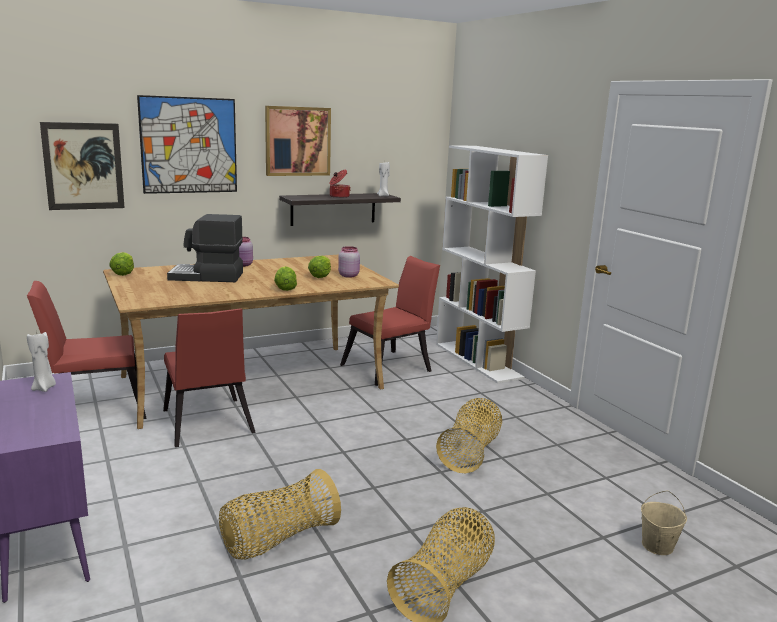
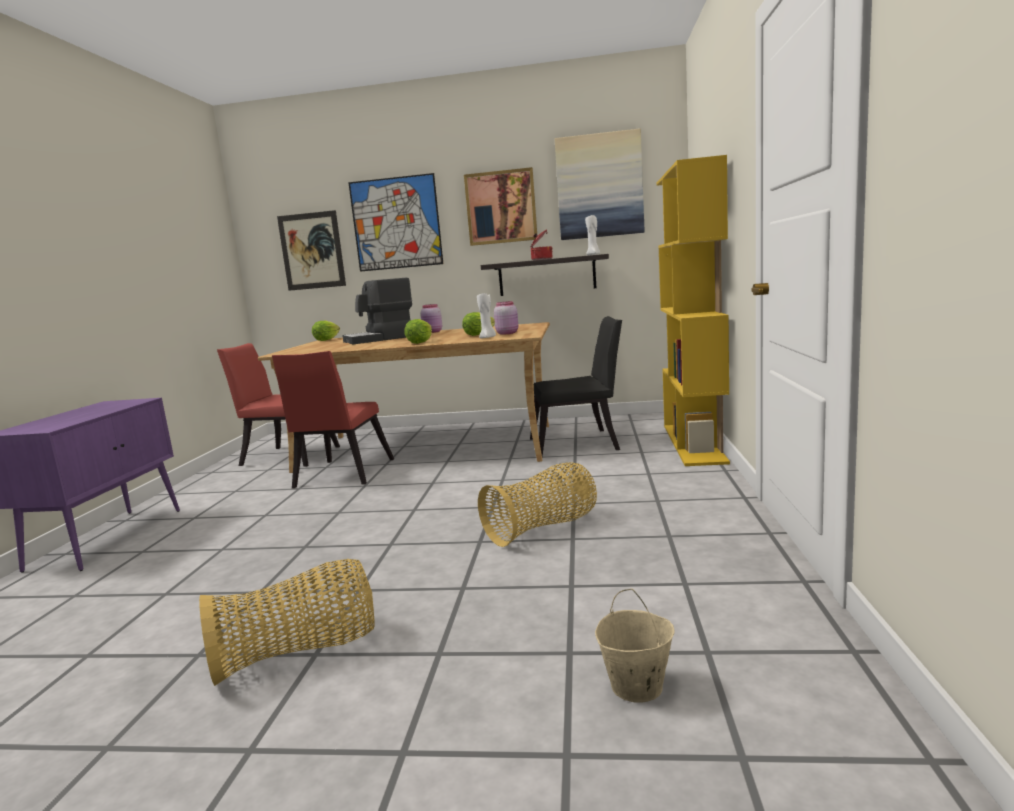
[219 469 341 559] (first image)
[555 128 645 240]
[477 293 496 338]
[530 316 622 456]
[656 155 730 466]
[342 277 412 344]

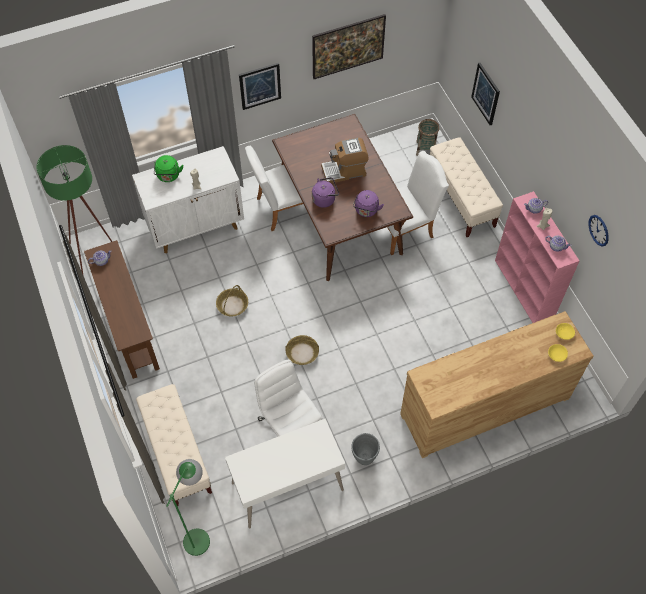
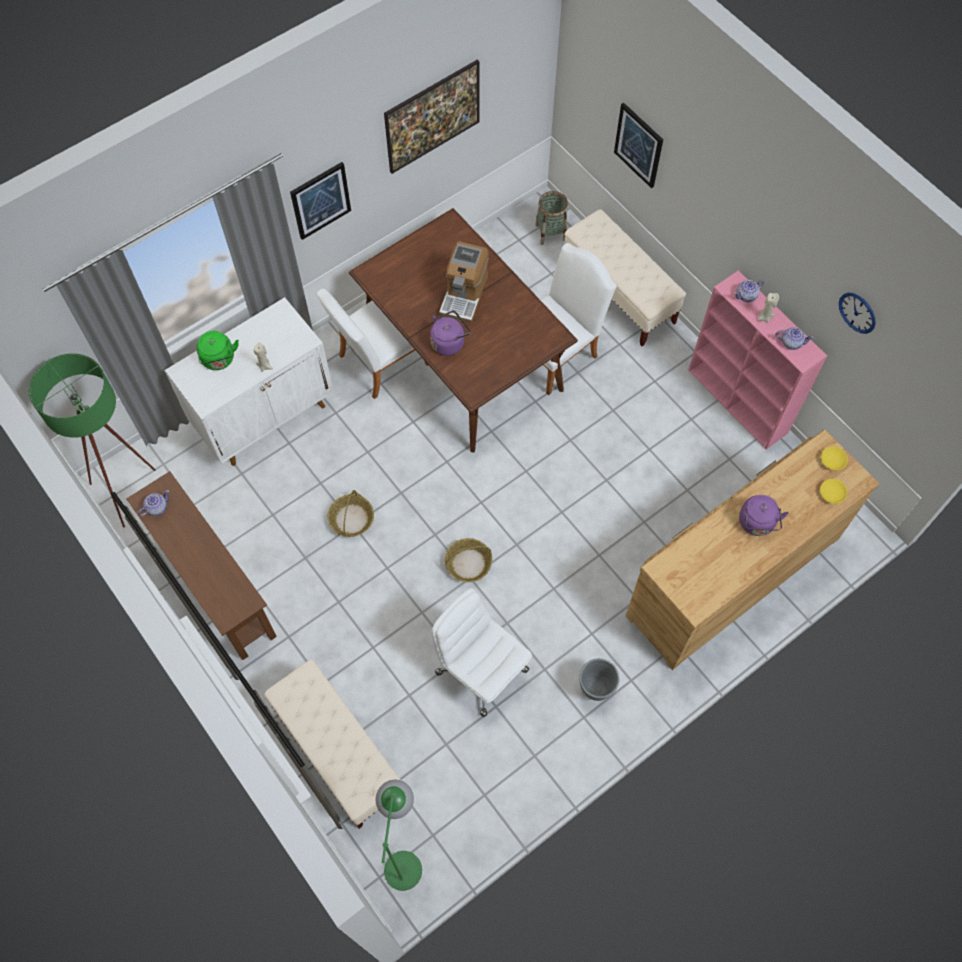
[225 419 345 529] (first image)
[739 495 789 536]
[439 241 489 324]

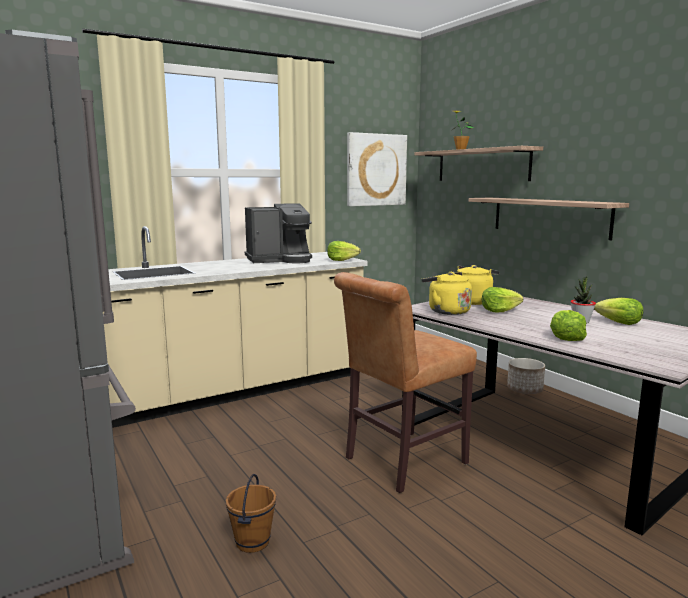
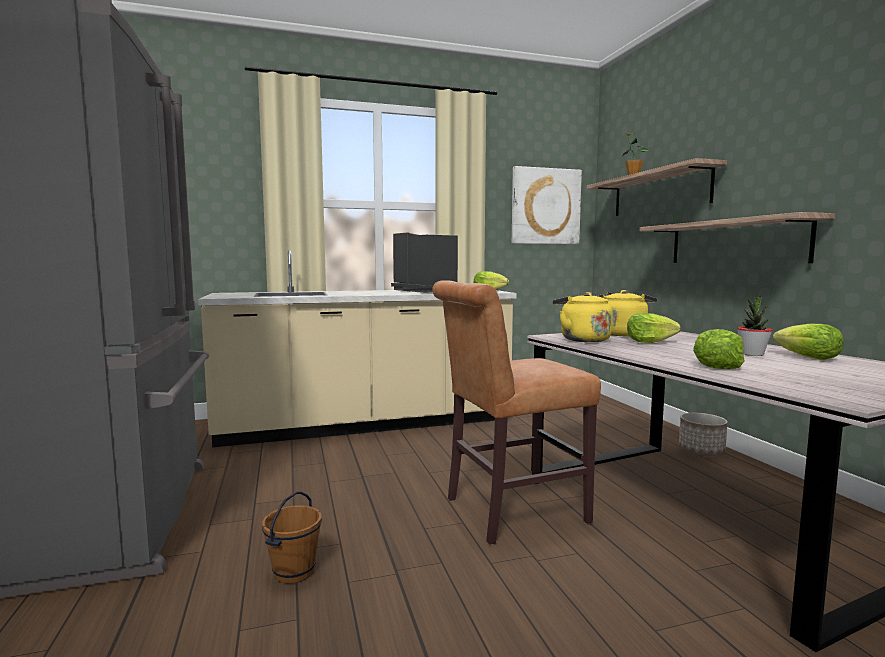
[391 232 458 293]

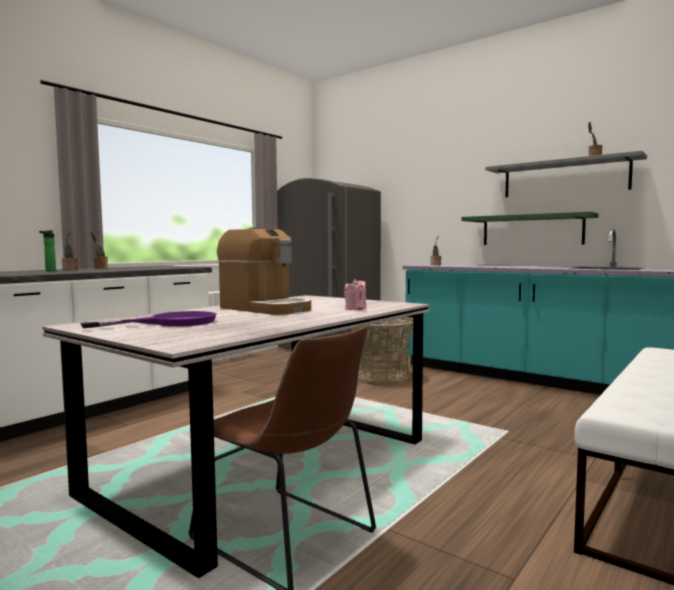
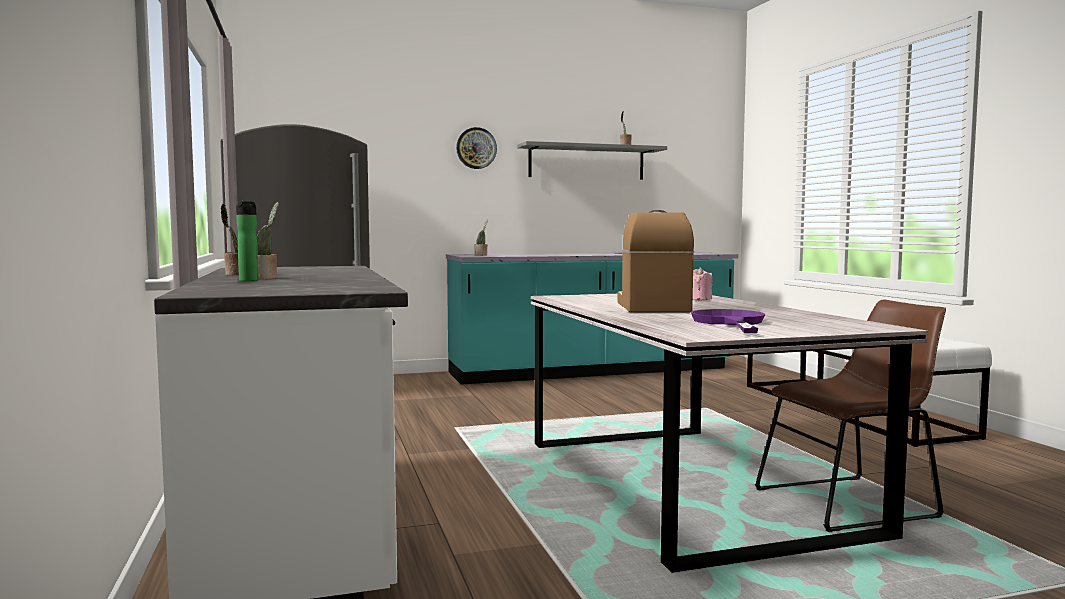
[351 317 413 385] (first image)
[462 211 598 245] (first image)
[456 127 497 169]
[617 210 694 312]

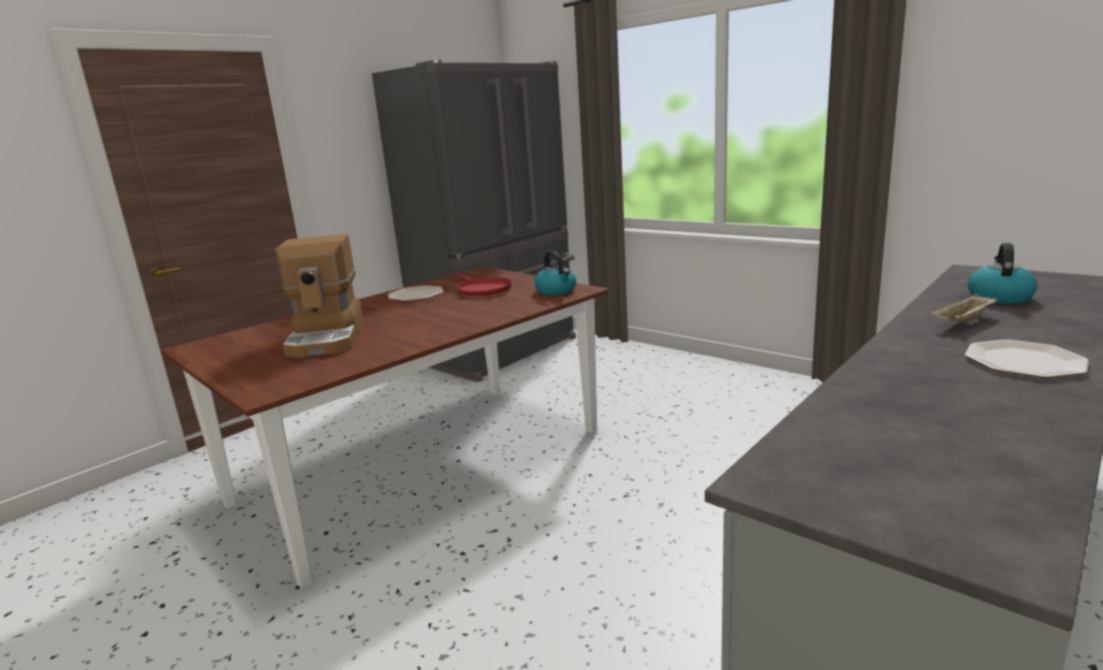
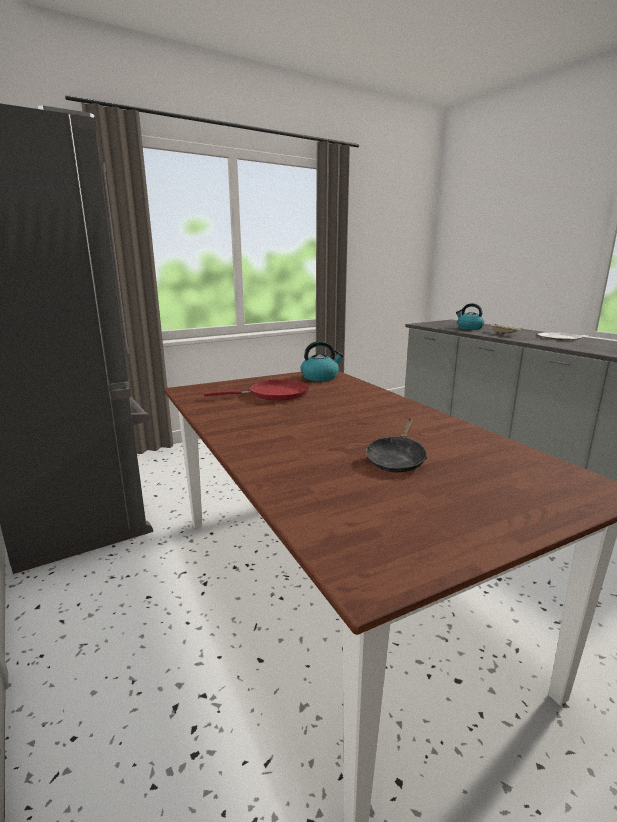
[388 285 443 301] (first image)
[366 418 428 473]

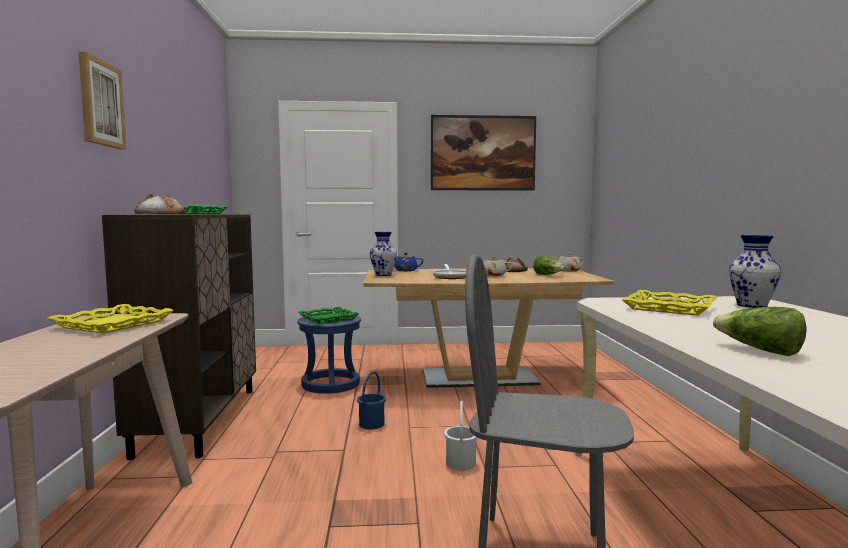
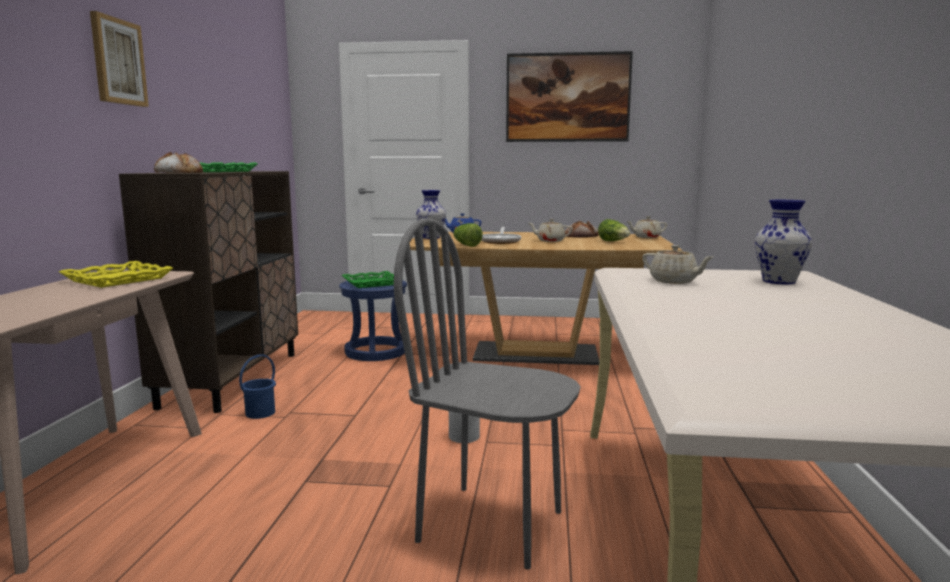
[239 354 276 419]
[453 223 483 247]
[642 245 713 284]

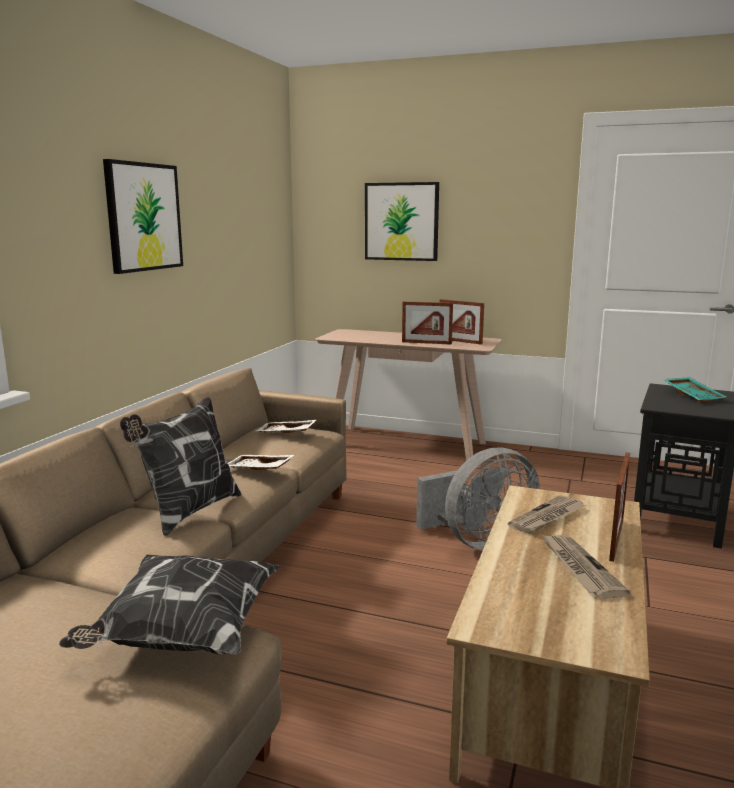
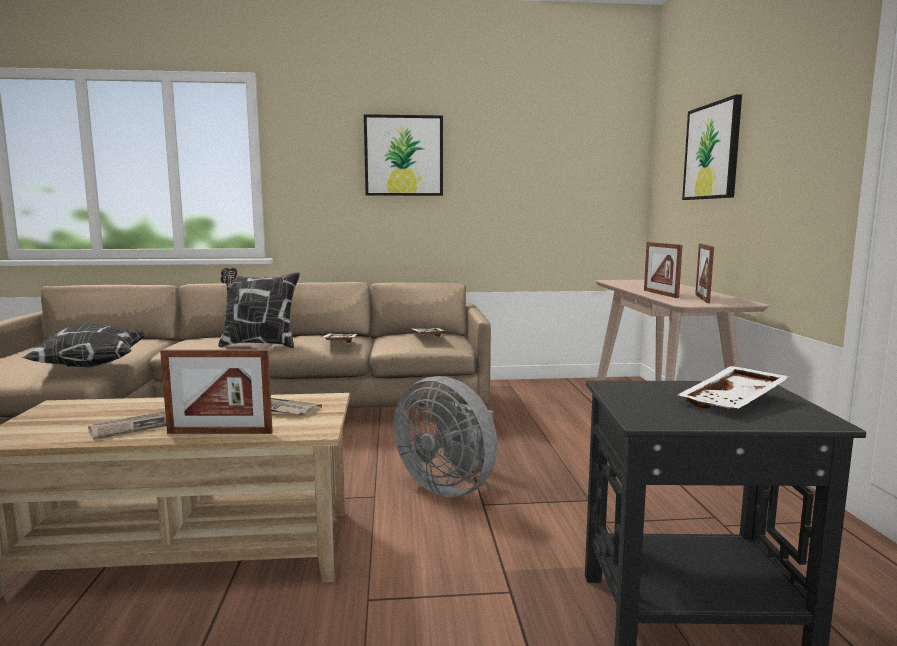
[678 366 790 409]

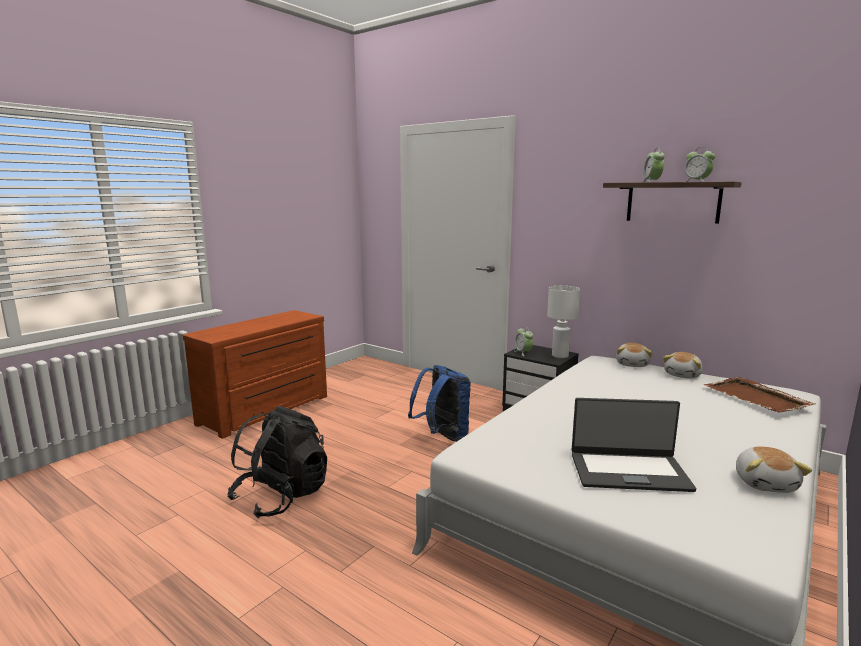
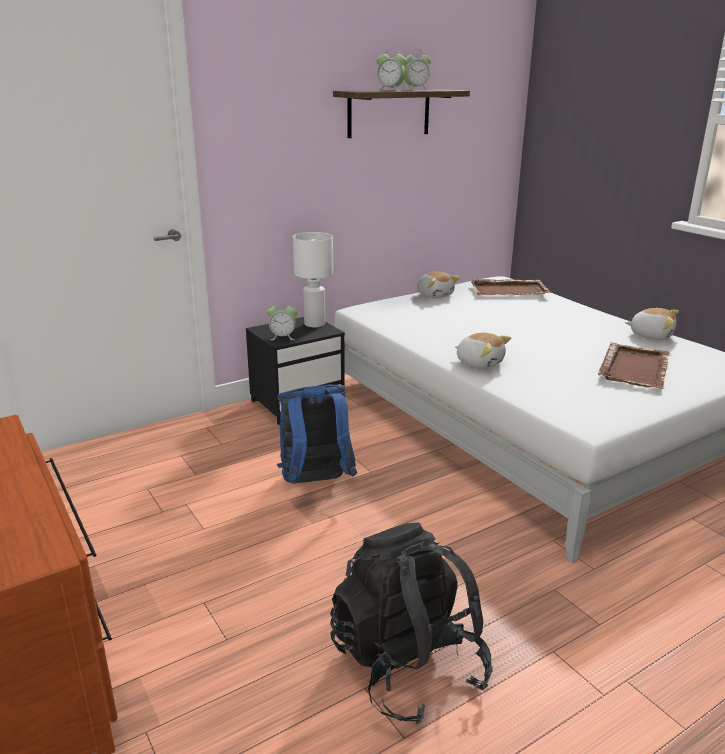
[455 333 511 369]
[598 342 669 389]

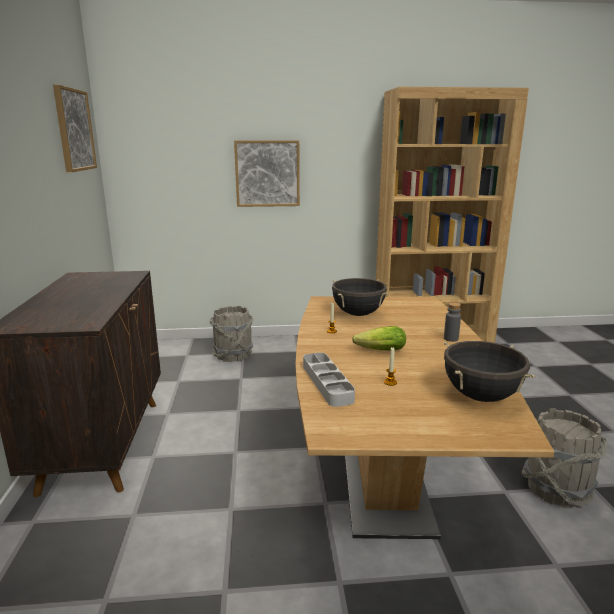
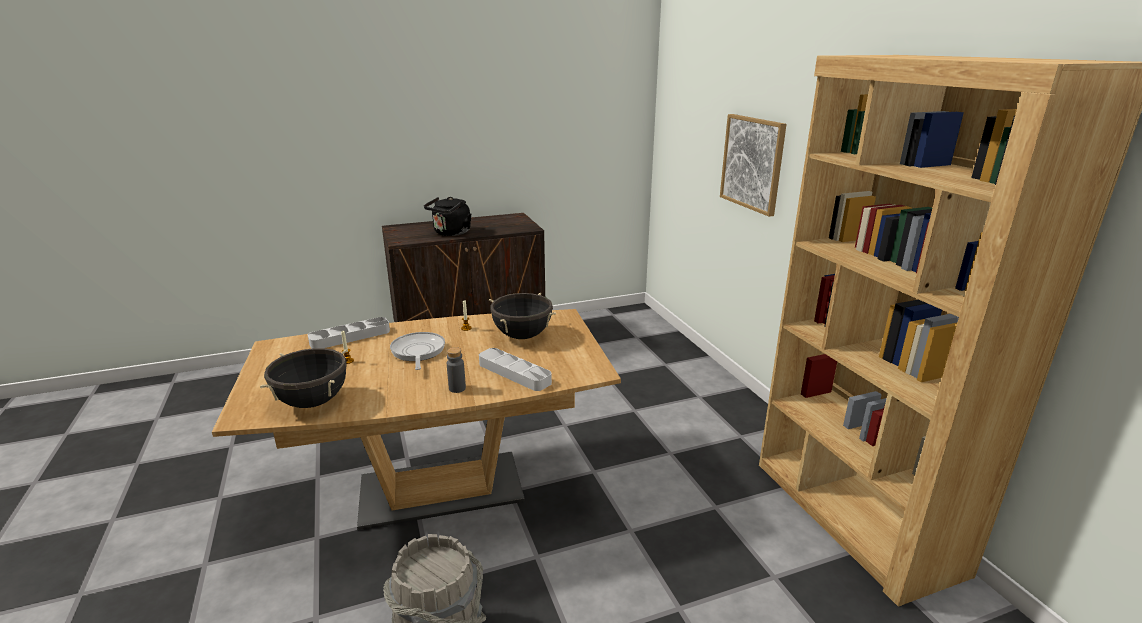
[53 85 97 172] (first image)
[210 305 253 362] (first image)
[424 197 471 236]
[479 348 552 391]
[390 332 445 370]

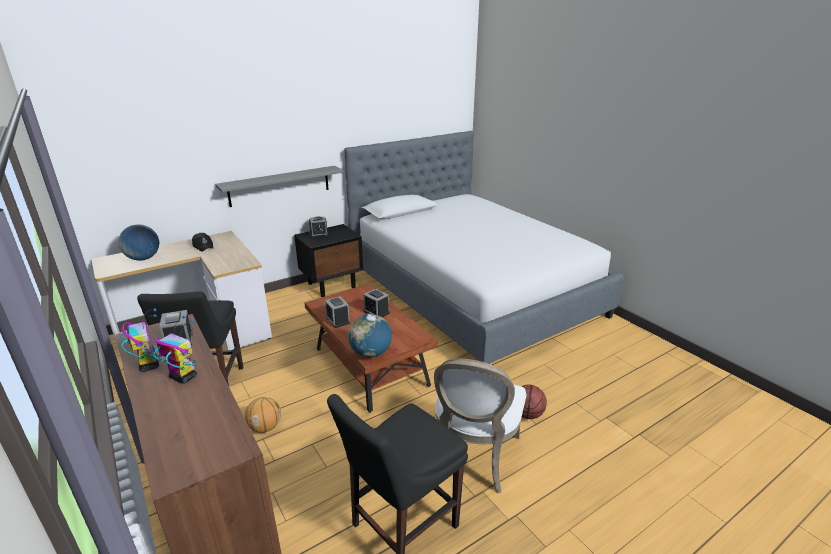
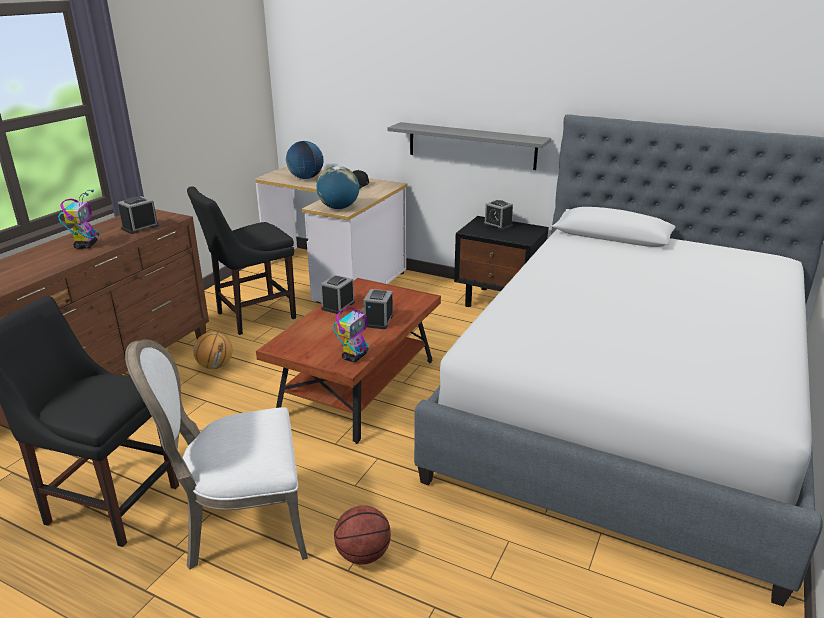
[333 305 371 362]
[316 166 359 209]

